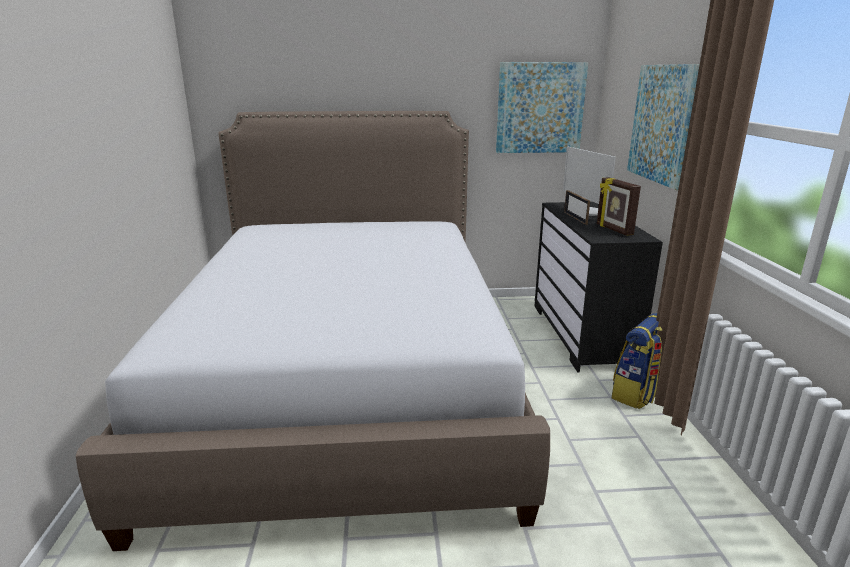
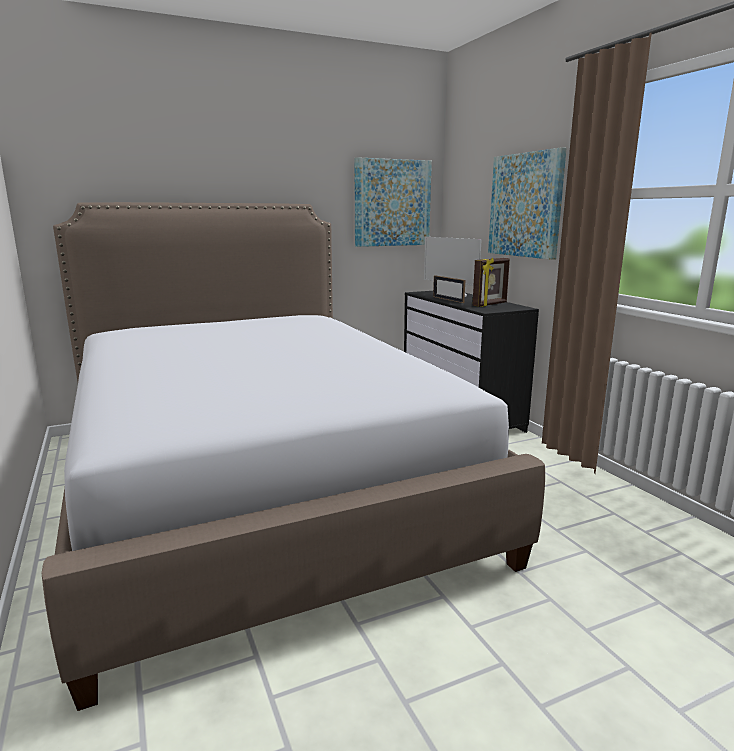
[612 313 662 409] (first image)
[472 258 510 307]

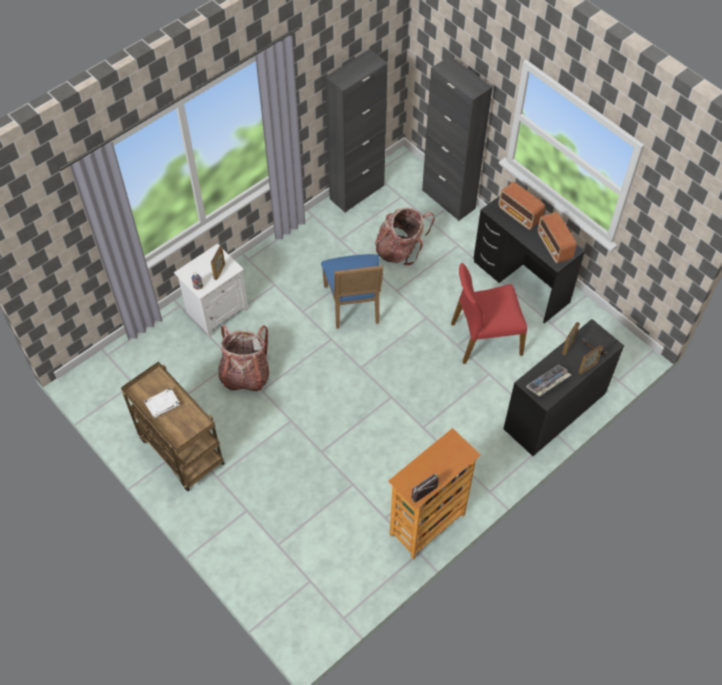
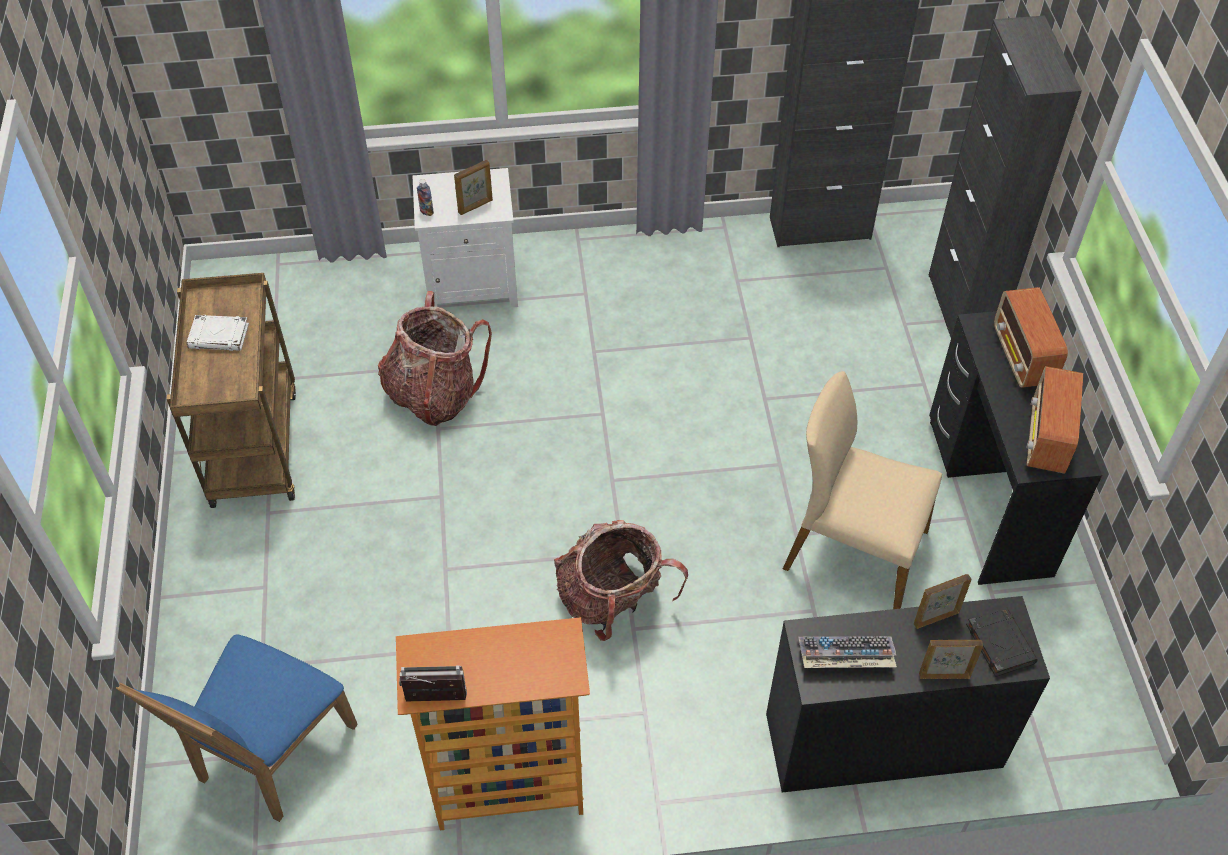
[116 634 358 822]
[554 520 688 641]
[783 371 942 609]

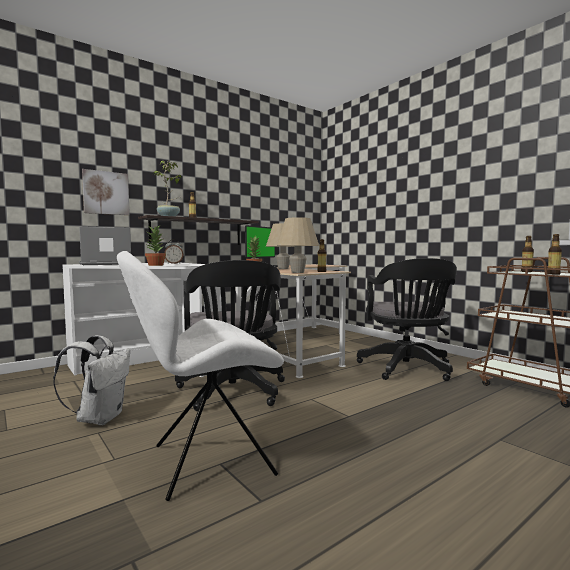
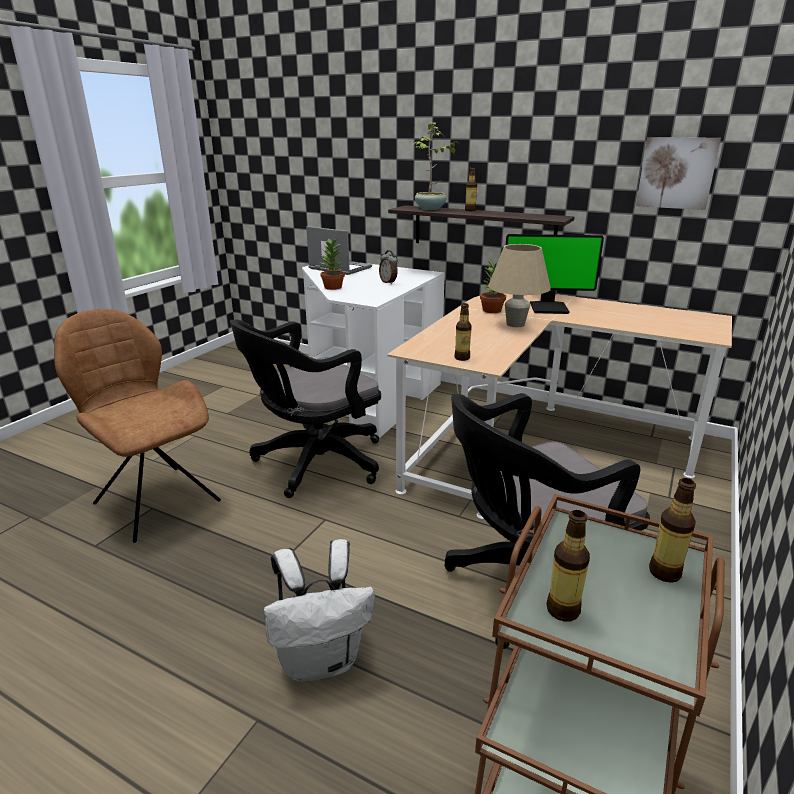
[277 217 319 273] (first image)
[264 539 375 682]
[636 137 721 210]
[54 309 221 543]

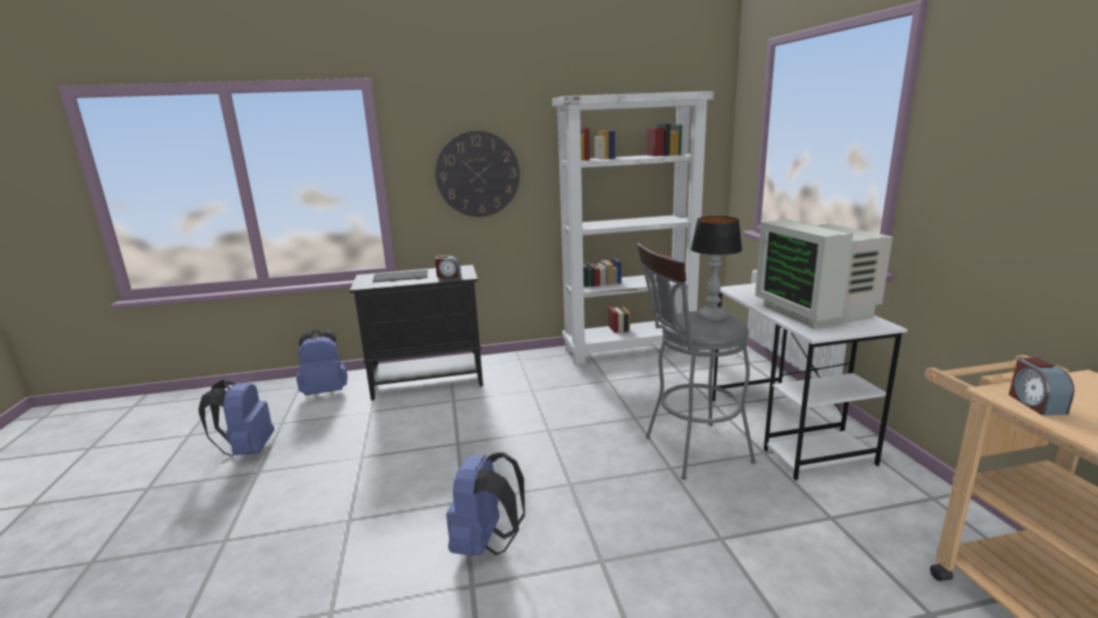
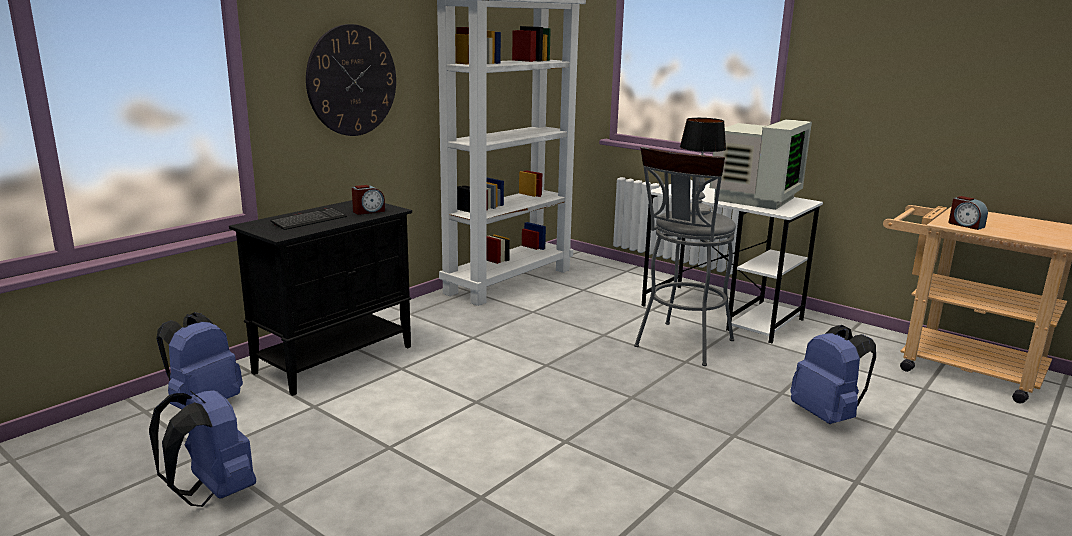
[790 325 876 424]
[710 119 812 210]

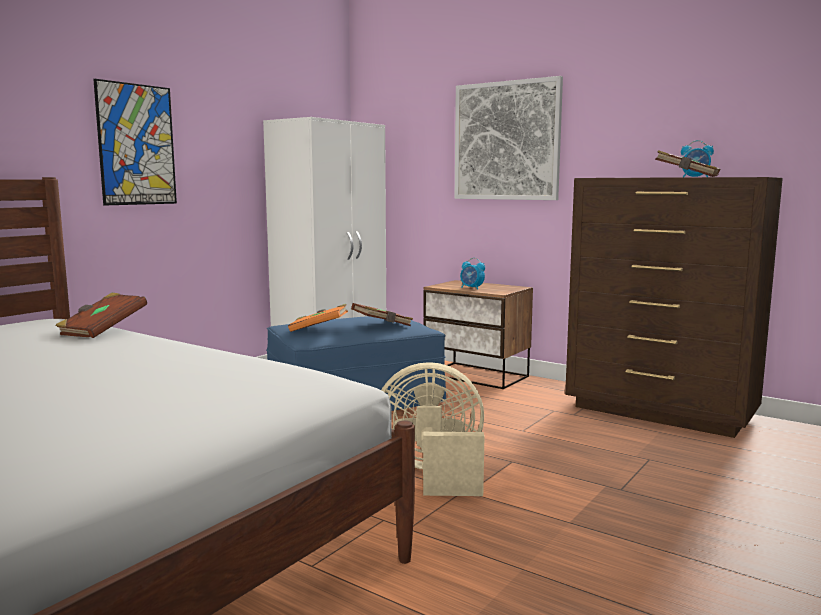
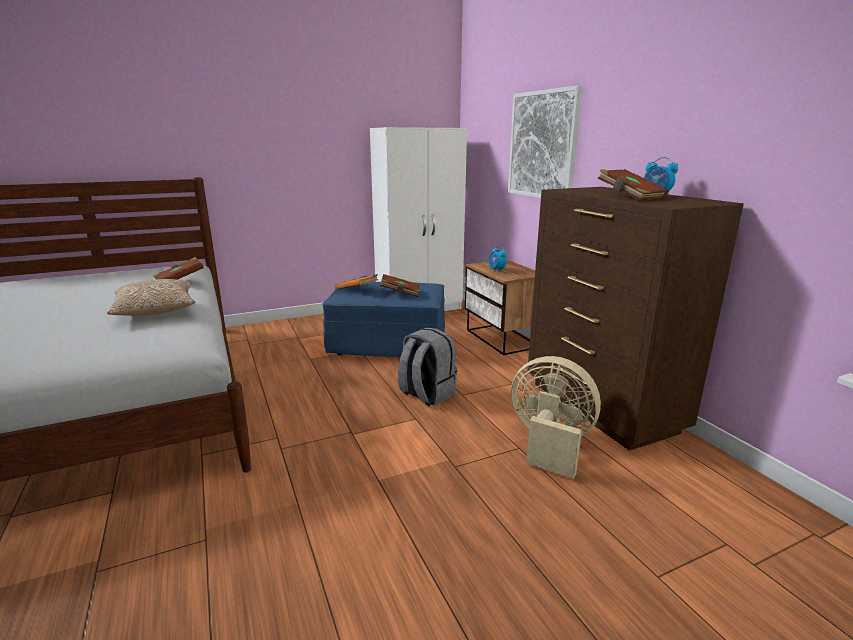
[93 79 177 206] (first image)
[107 279 195 316]
[398 328 457 406]
[511 356 601 479]

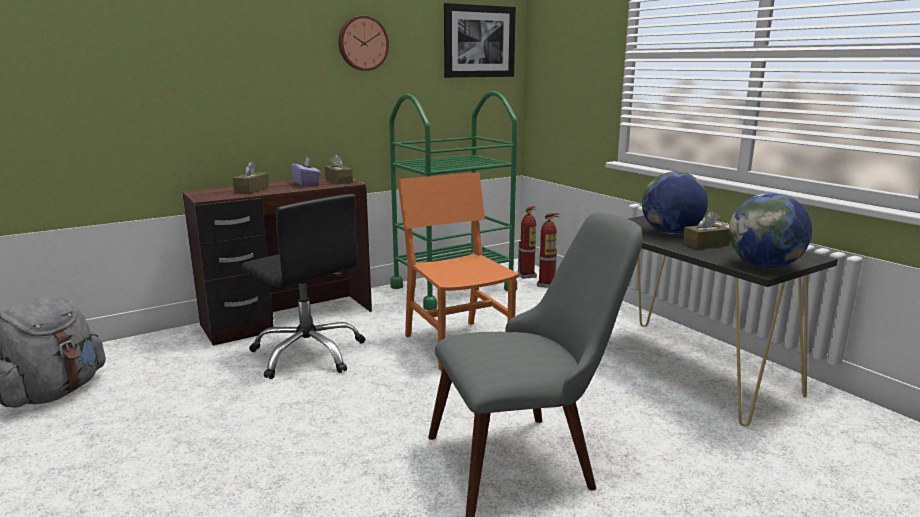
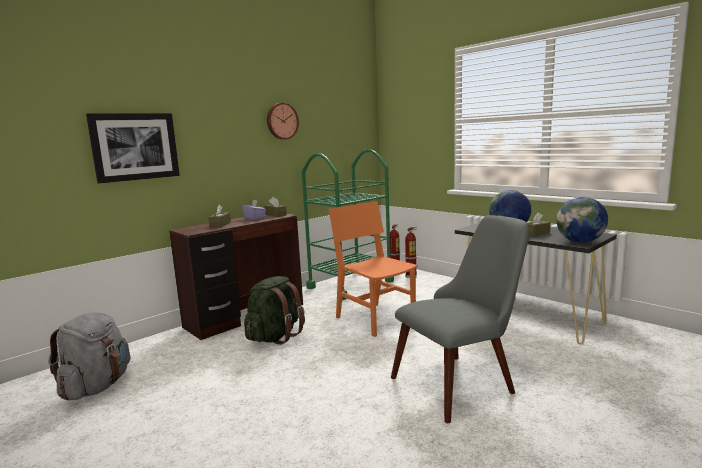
[86 113 180 183]
[244 276 305 345]

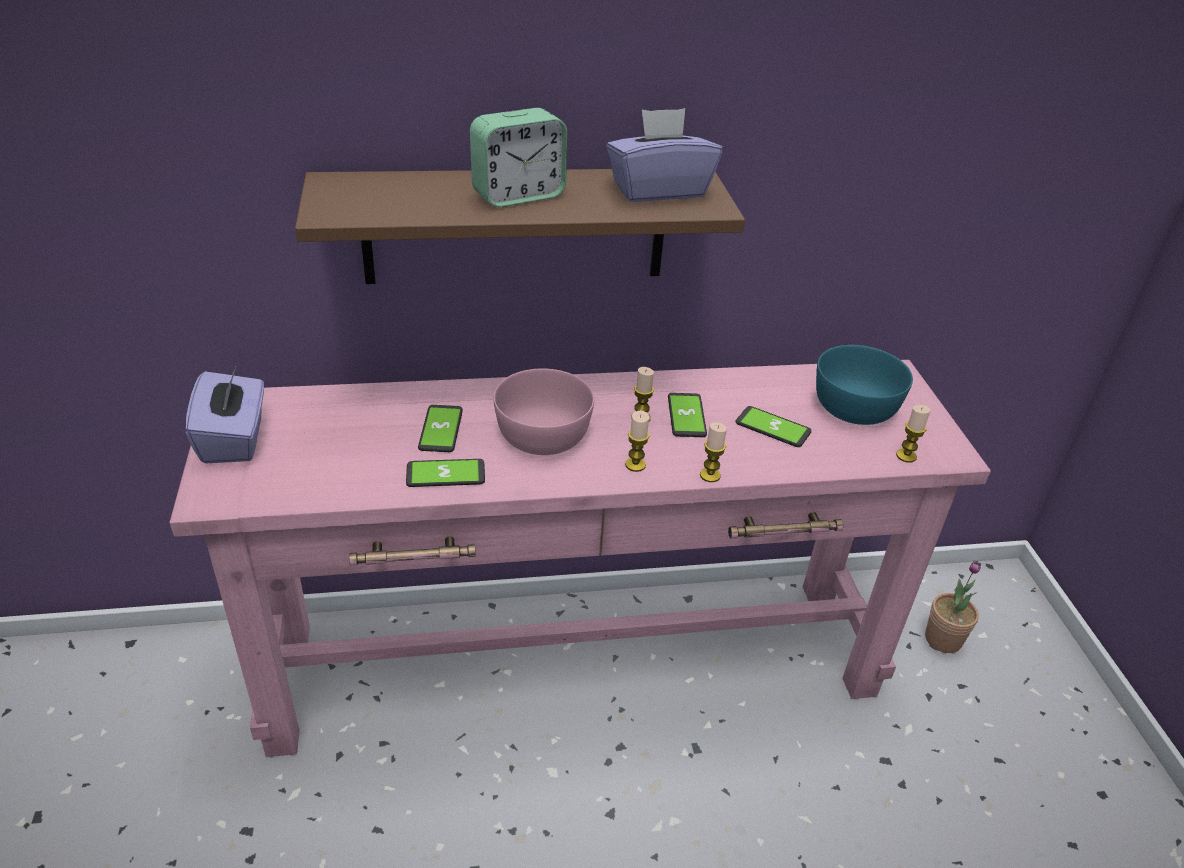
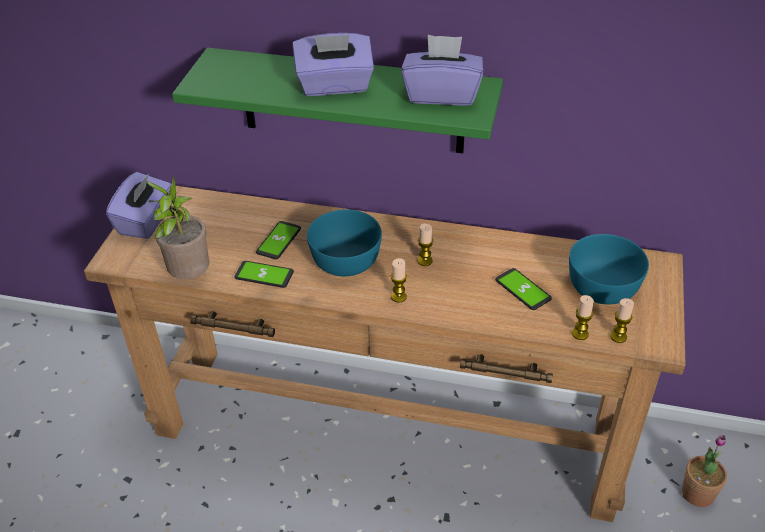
[668 393 707 437] (first image)
[147 175 210 279]
[572 295 594 340]
[293 33 374 96]
[84 186 686 522]
[172 48 503 153]
[307 209 382 277]

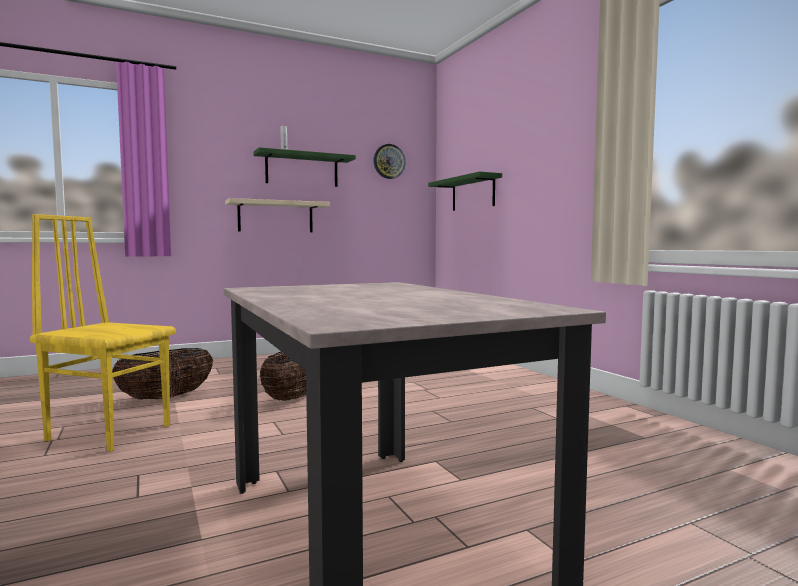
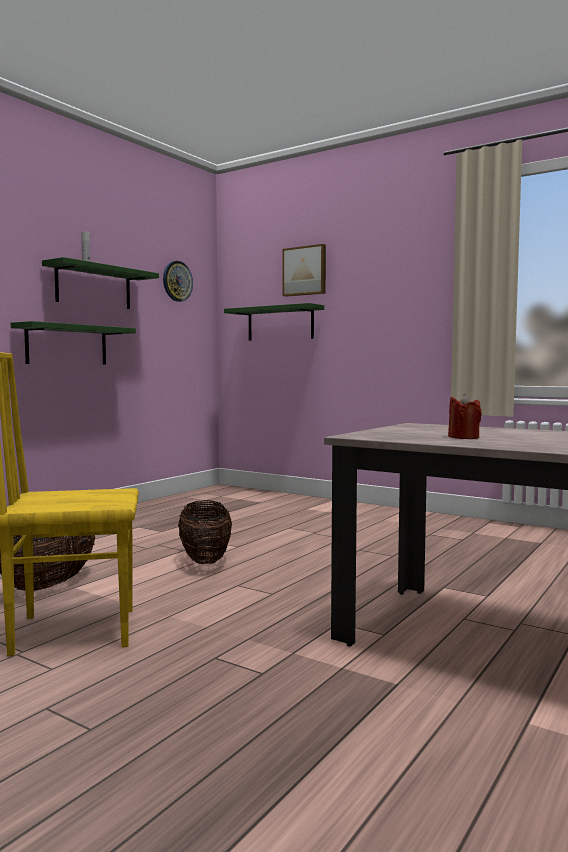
[283 244 326 297]
[448 394 482 439]
[11 321 136 364]

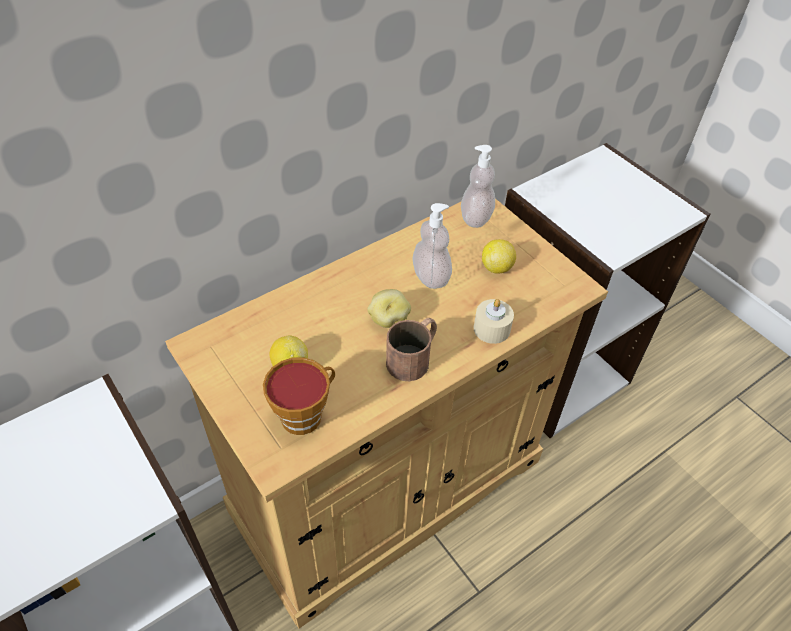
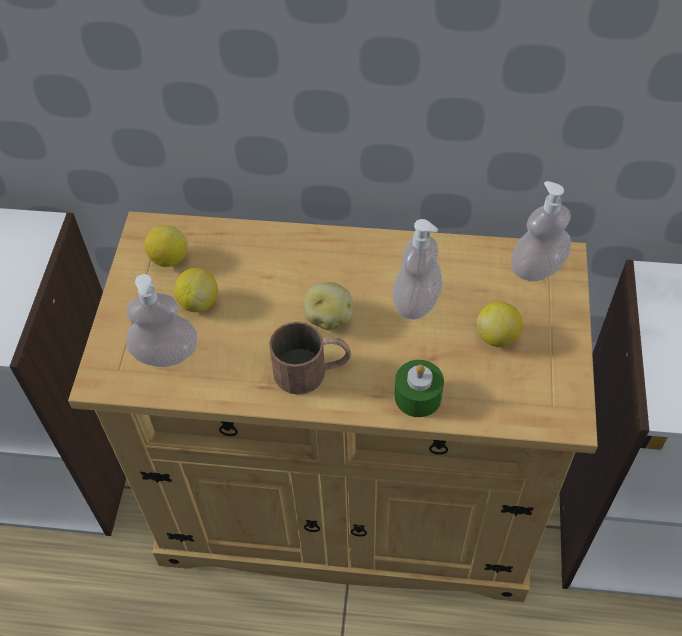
[144 225 188 267]
[126 274 198 367]
[394 360 444 417]

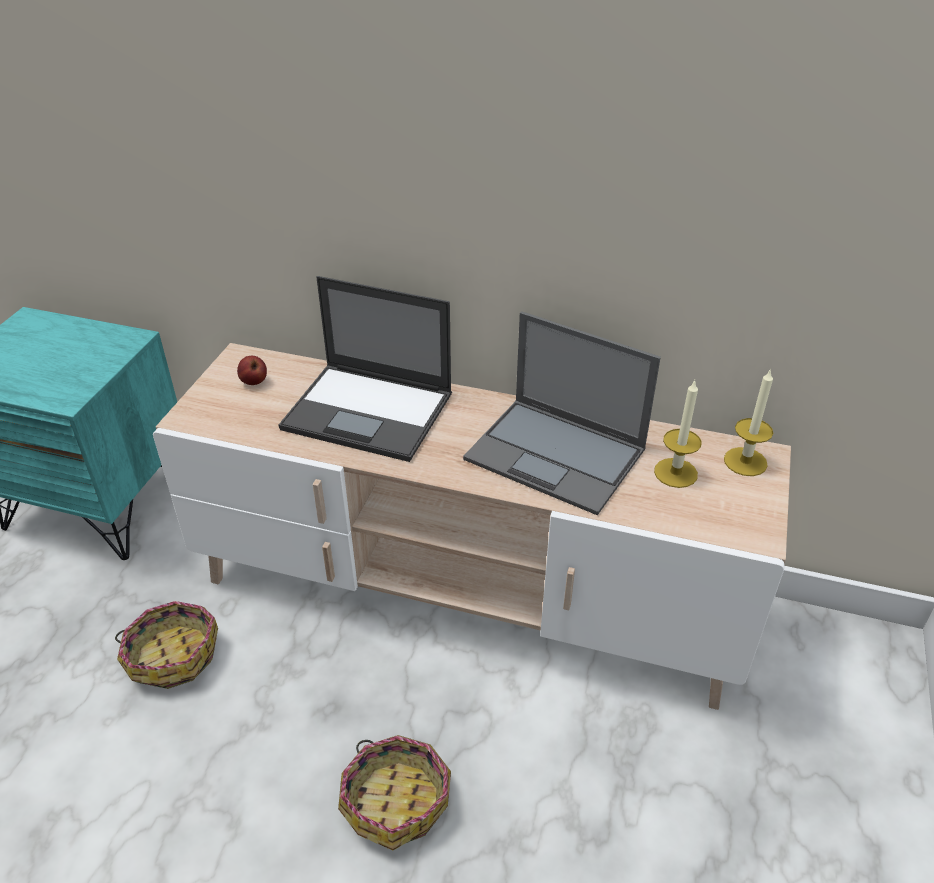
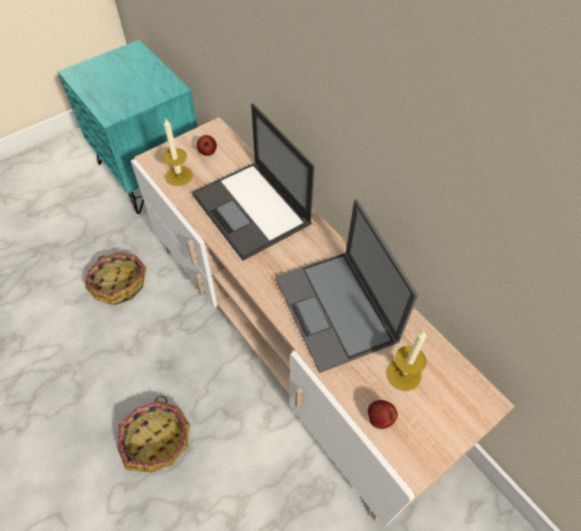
[368 400 398 429]
[162 119 193 186]

